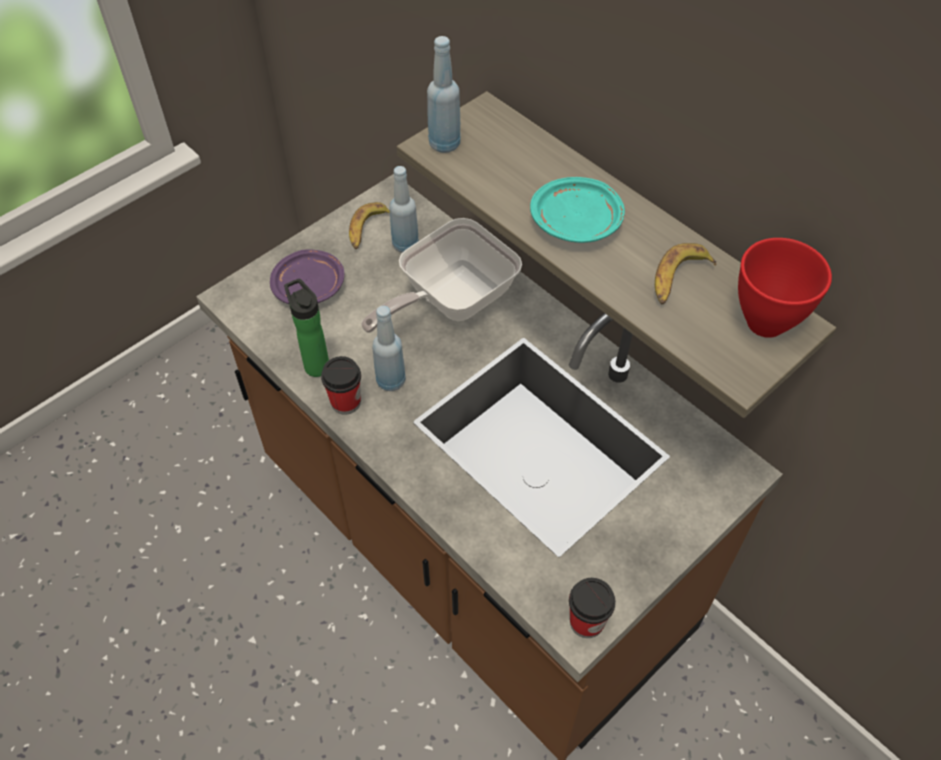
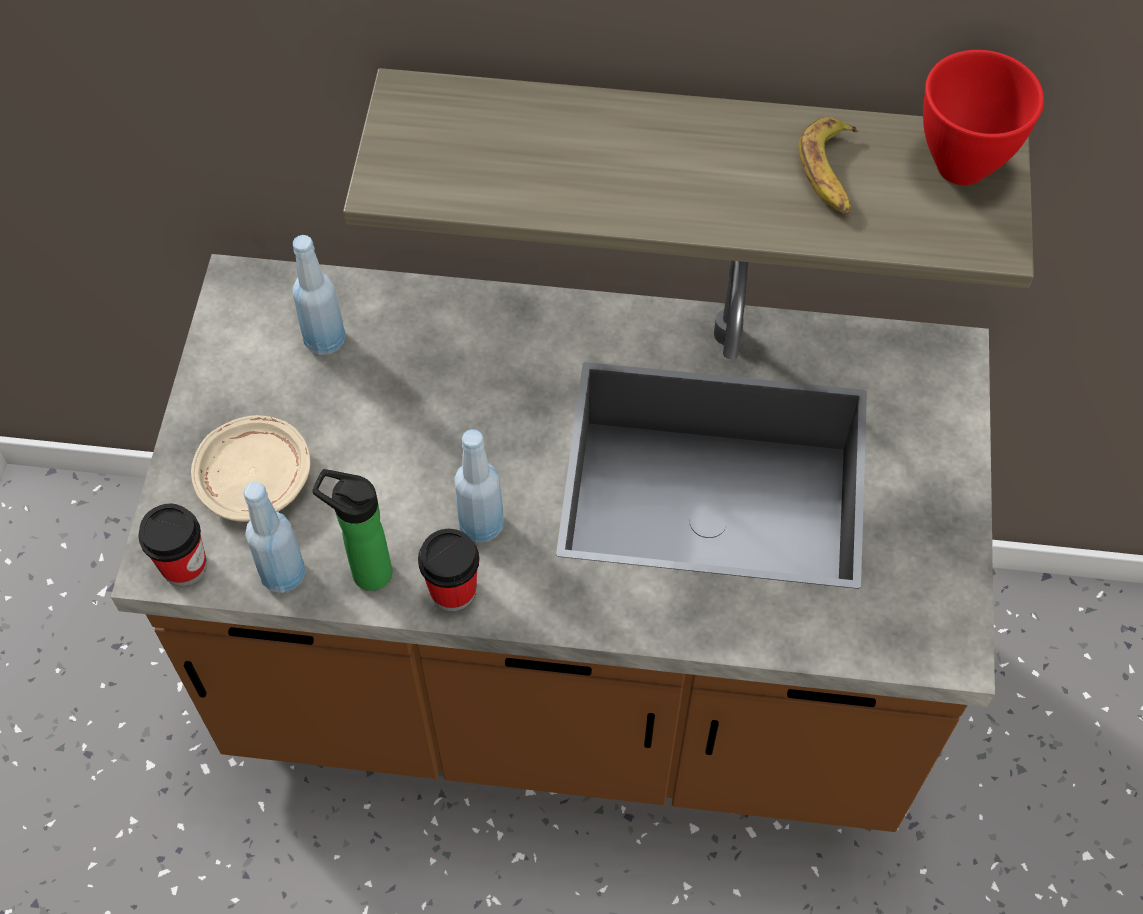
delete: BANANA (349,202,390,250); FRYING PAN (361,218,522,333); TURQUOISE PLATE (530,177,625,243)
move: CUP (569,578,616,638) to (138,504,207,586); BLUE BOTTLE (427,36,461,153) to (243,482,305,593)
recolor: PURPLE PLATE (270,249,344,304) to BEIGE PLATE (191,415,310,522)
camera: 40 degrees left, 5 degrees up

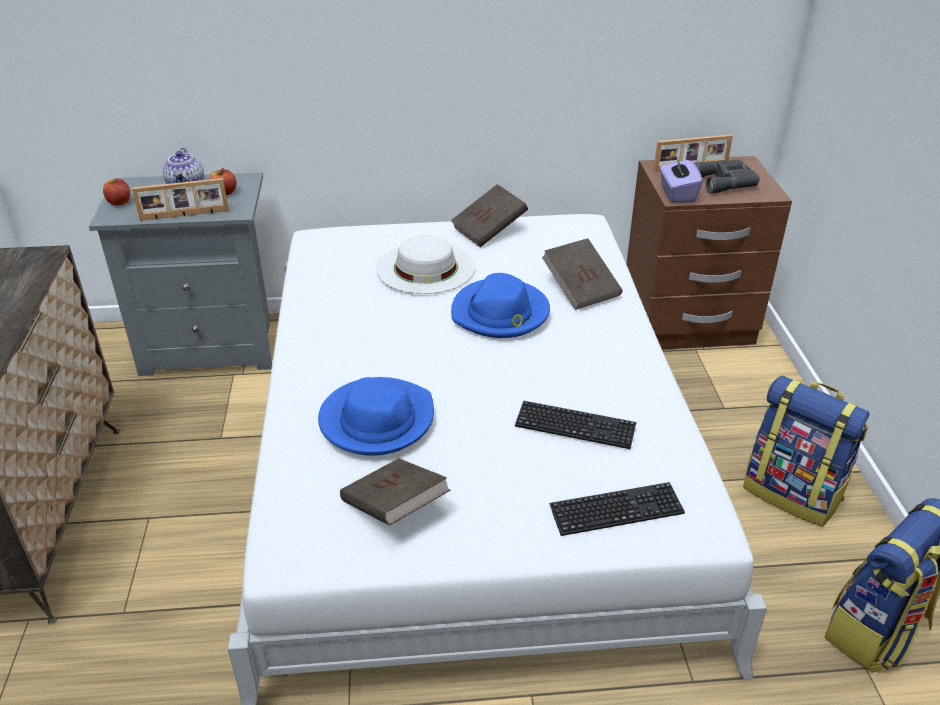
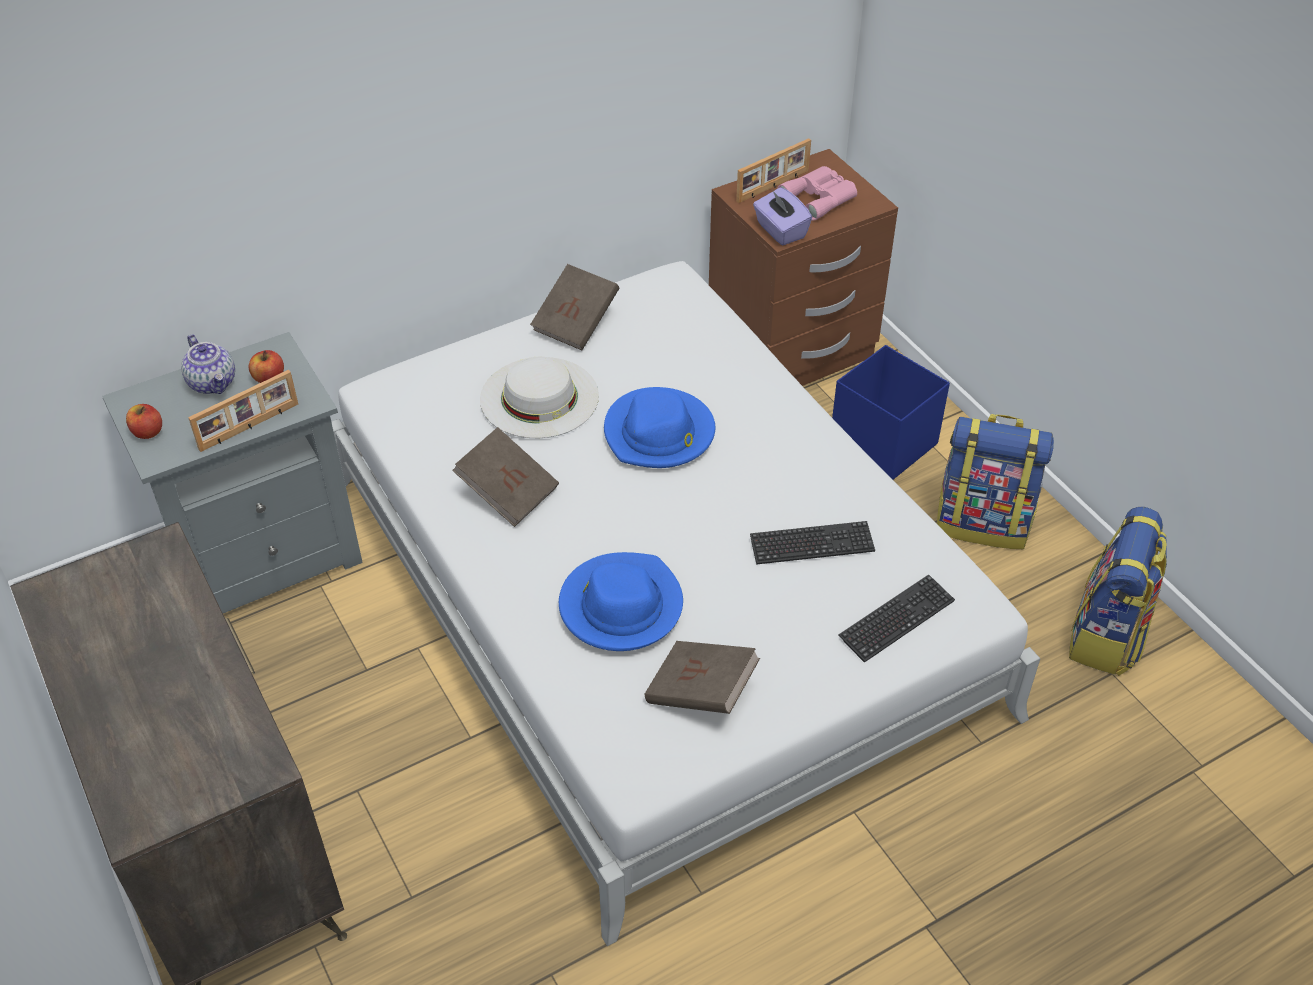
insert: BLUE STORAGE BOX (832,345,950,480)
move: BROWN BOOK (542,238,623,310) to (452,427,559,527)
recolor: GREY BINOCULARS (694,160,760,194) to PINK BINOCULARS (777,166,857,221)
camera: 25 degrees left, 10 degrees up

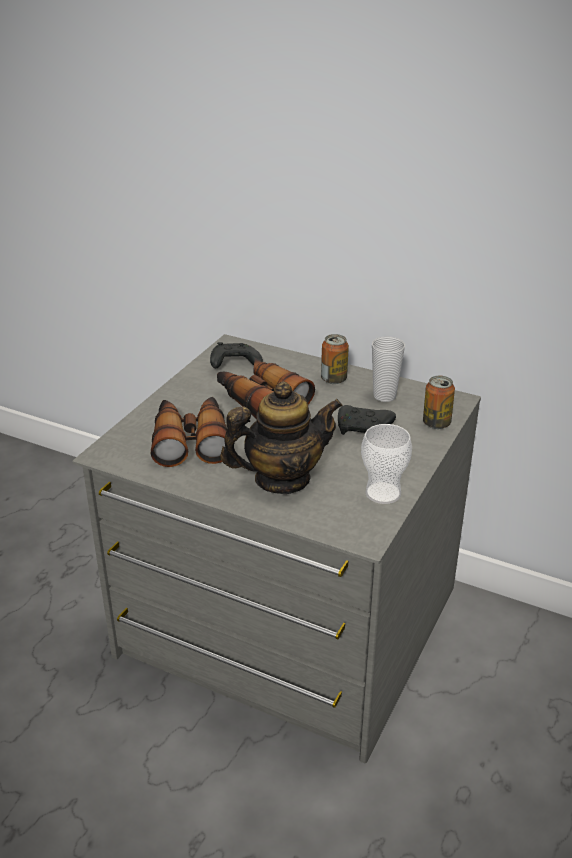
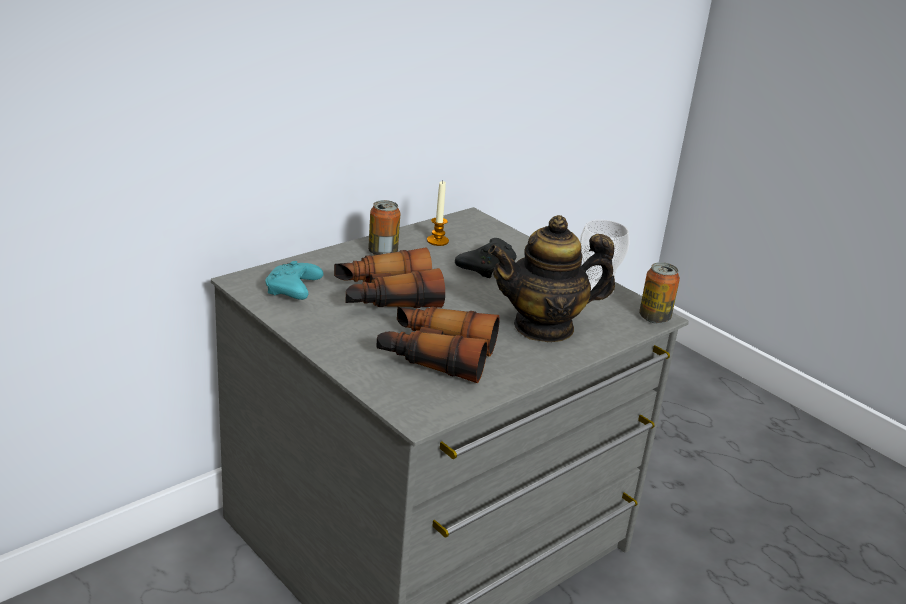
move: CAN (423,375,455,429) to (639,262,680,324)
replace: CUP (372,336,405,402) to CANDLE (427,181,449,246)
recolor: BLACK GAME CONTROLLER (210,342,263,368) to TURQUOISE GAME CONTROLLER (265,261,323,300)
rotate: TEAPOT (220,381,343,494) = (488,215,615,342) 105 degrees counterclockwise
camera: 70 degrees left, 5 degrees down

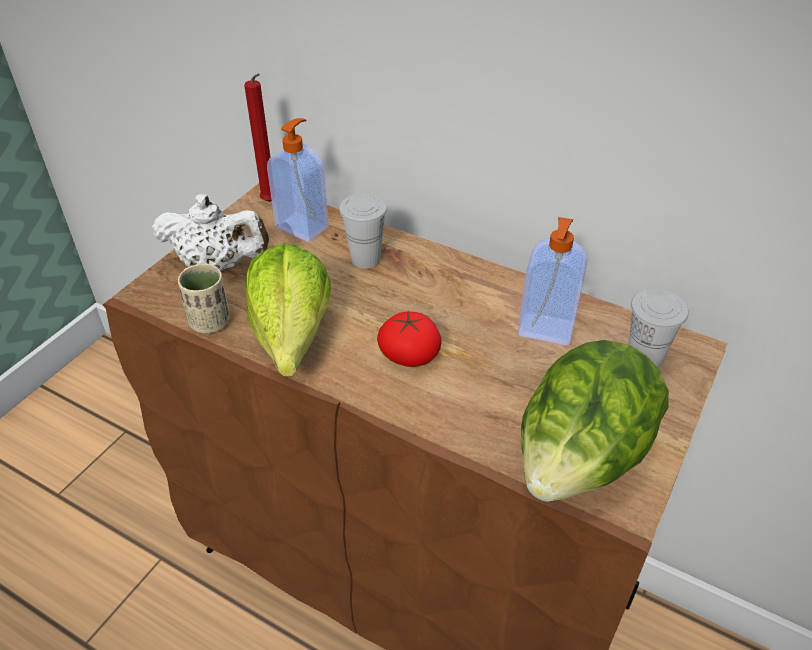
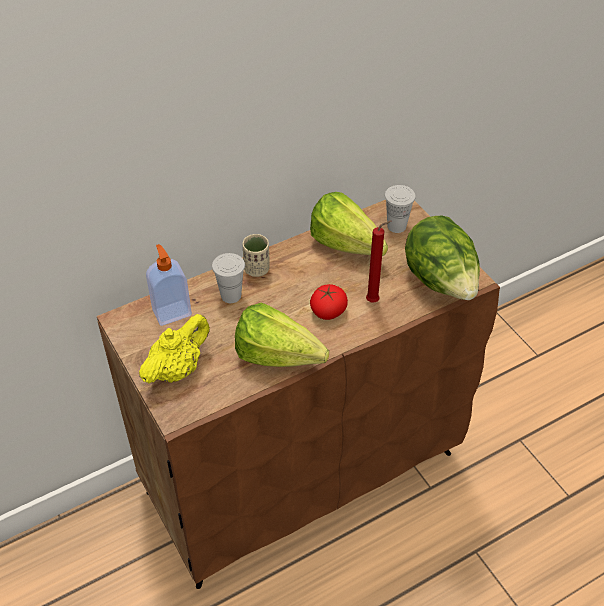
move: BEIGE CUP (178,263,230,333) to (242,234,269,277); RED CANDLE (244,73,271,202) to (366,221,391,303)
replace: SOAP DISPENSER (518,217,588,345) to LETTUCE (310,192,388,256)
recolor: WHITE TEAPOT (152,194,269,272) to YELLOW TEAPOT (139,314,210,383)
camera: 60 degrees left, 5 degrees up

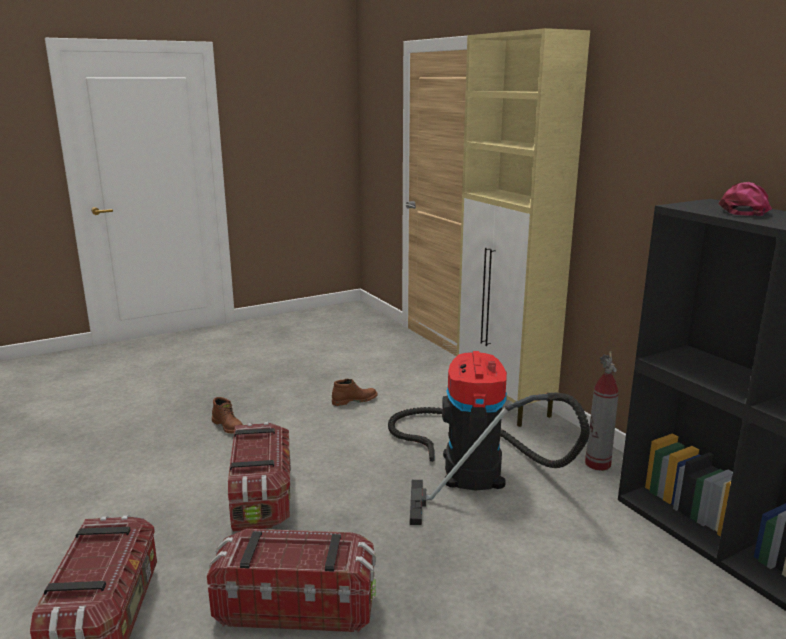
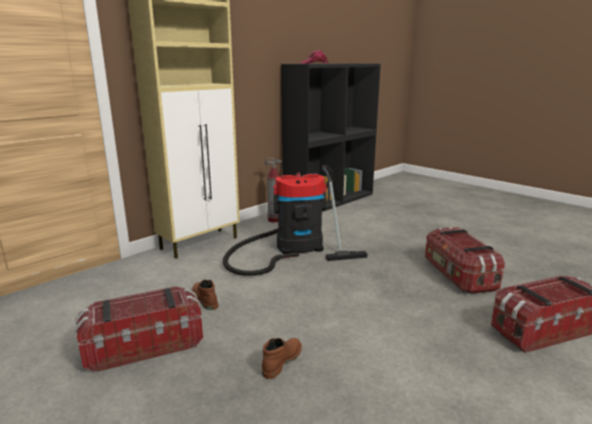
move: STORAGE BOX (228,422,291,532) to (75,286,203,373)
camera: 105 degrees left, 0 degrees up

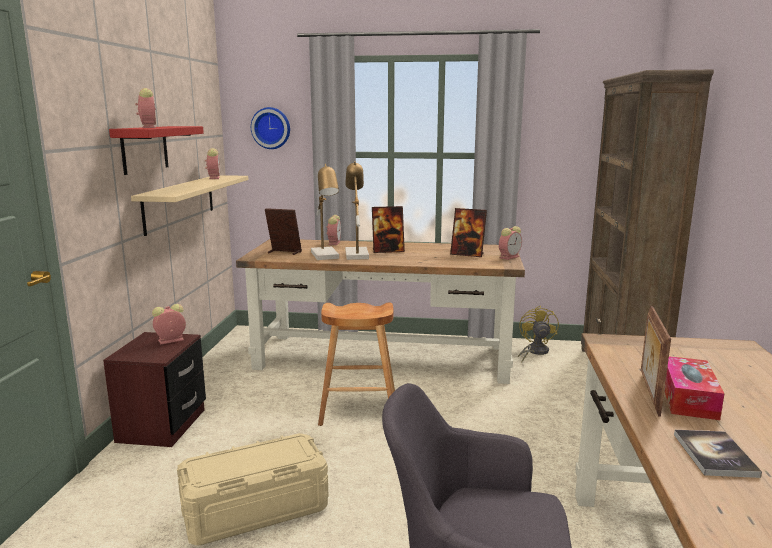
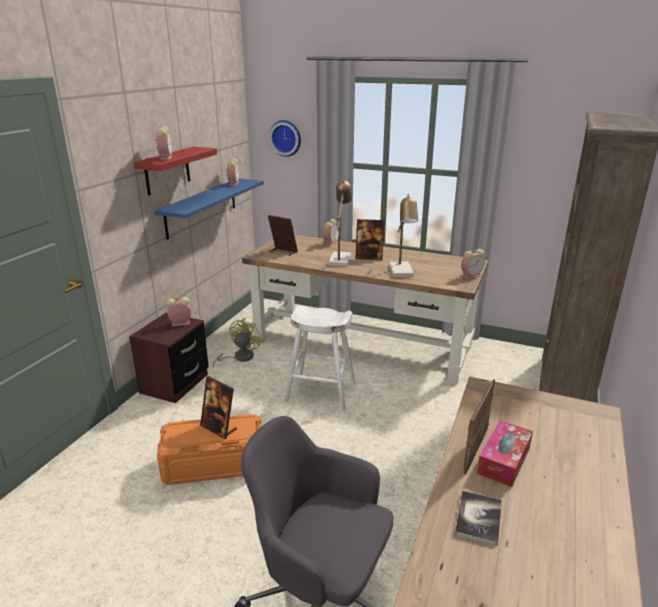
move: PICTURE FRAME (450,208,487,257) to (200,376,237,439); YELLOW FAN (518,306,559,362) to (212,318,262,367); TABLE LAMP (311,164,339,260) to (389,194,418,277)
recolor: BEIGE SHELF (131,175,249,236) to BLUE SHELF (154,178,264,240); BEIGE STORAGE BOX (177,433,329,546) to ORANGE STORAGE BOX (157,414,262,485); BROWN STOOL (318,302,395,426) to WHITE STOOL (285,305,355,411)
camera: 15 degrees right, 10 degrees up

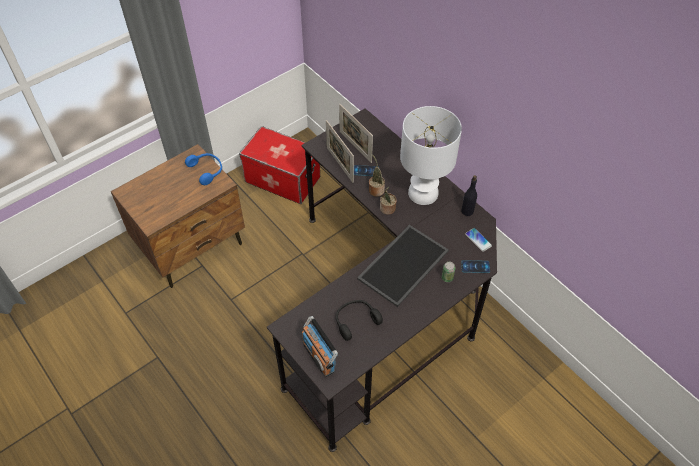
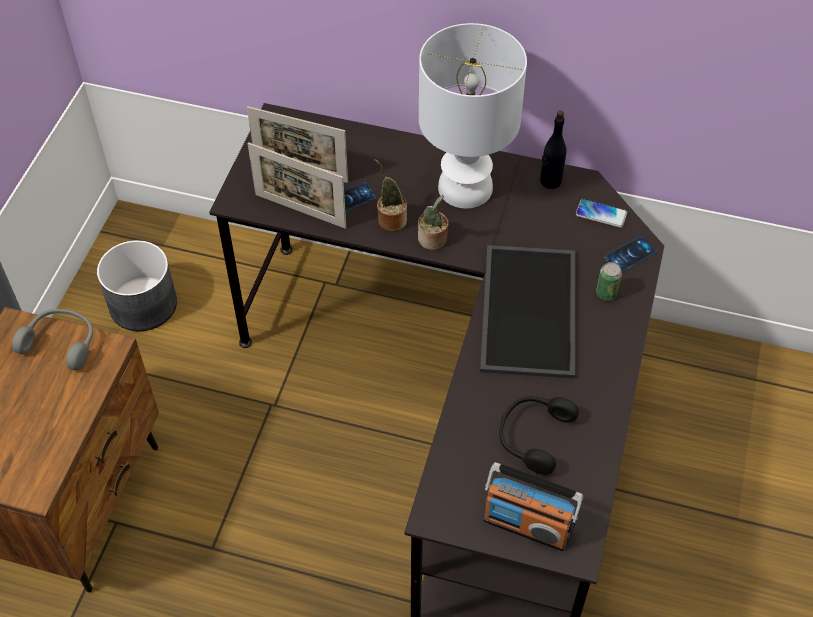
replace: STORAGE BOX (239,126,320,204) to GREY PLANTER (97,240,177,331)
recolor: BLUE HEADPHONES (185,153,222,185) to GREY HEADPHONES (12,309,93,371)
camera: 35 degrees left, 0 degrees up

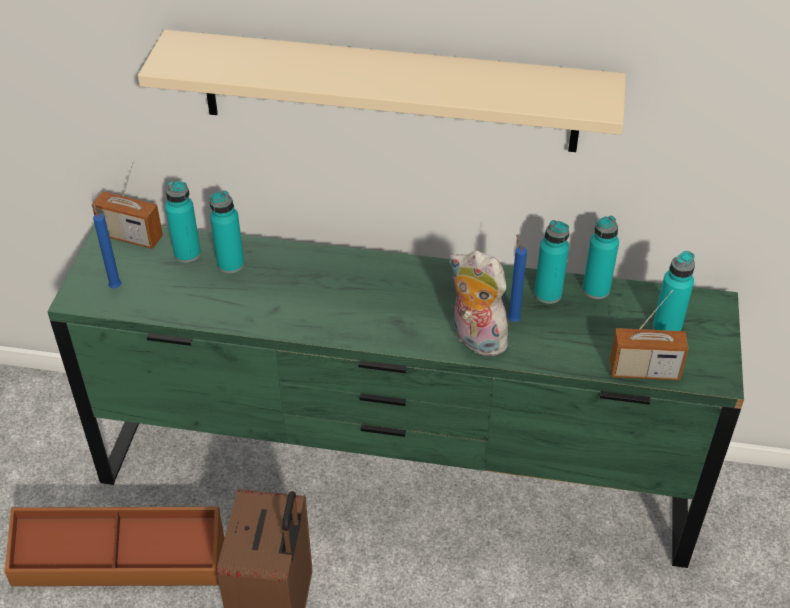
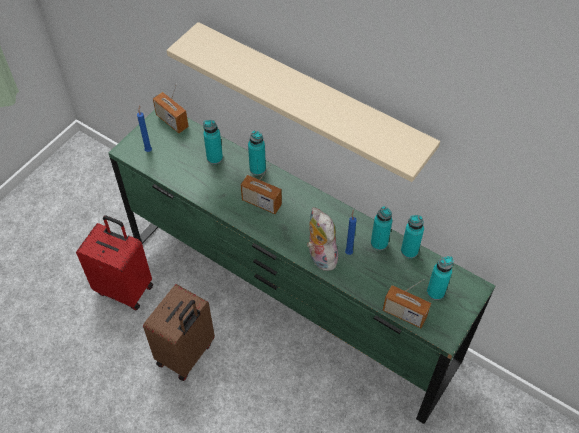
insert: RADIO (241,164,282,214)
move: TURQUOISE BOTTLE (165,181,201,263) to (248,131,266,175)
replace: BROWN STORAGE BOX (5,507,224,586) to RED SUITCASE (76,215,153,311)
camera: 25 degrees right, 10 degrees up

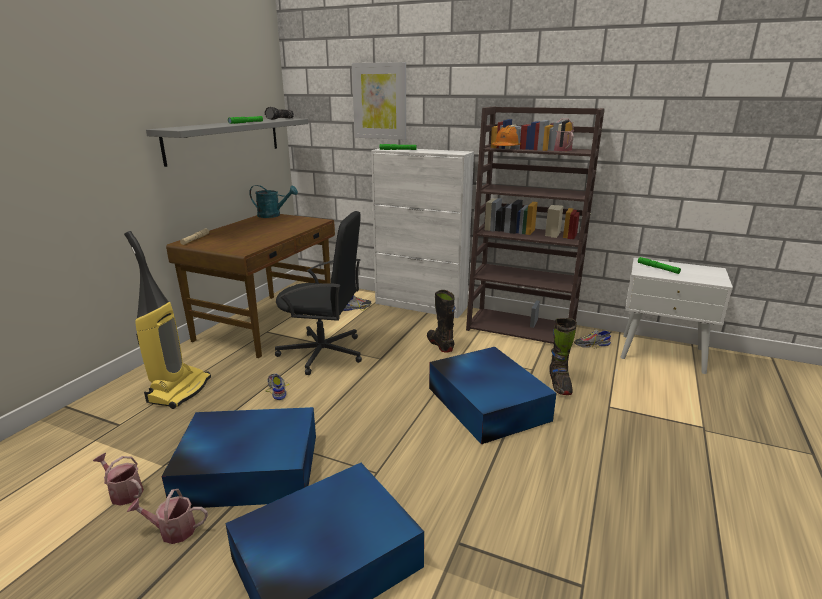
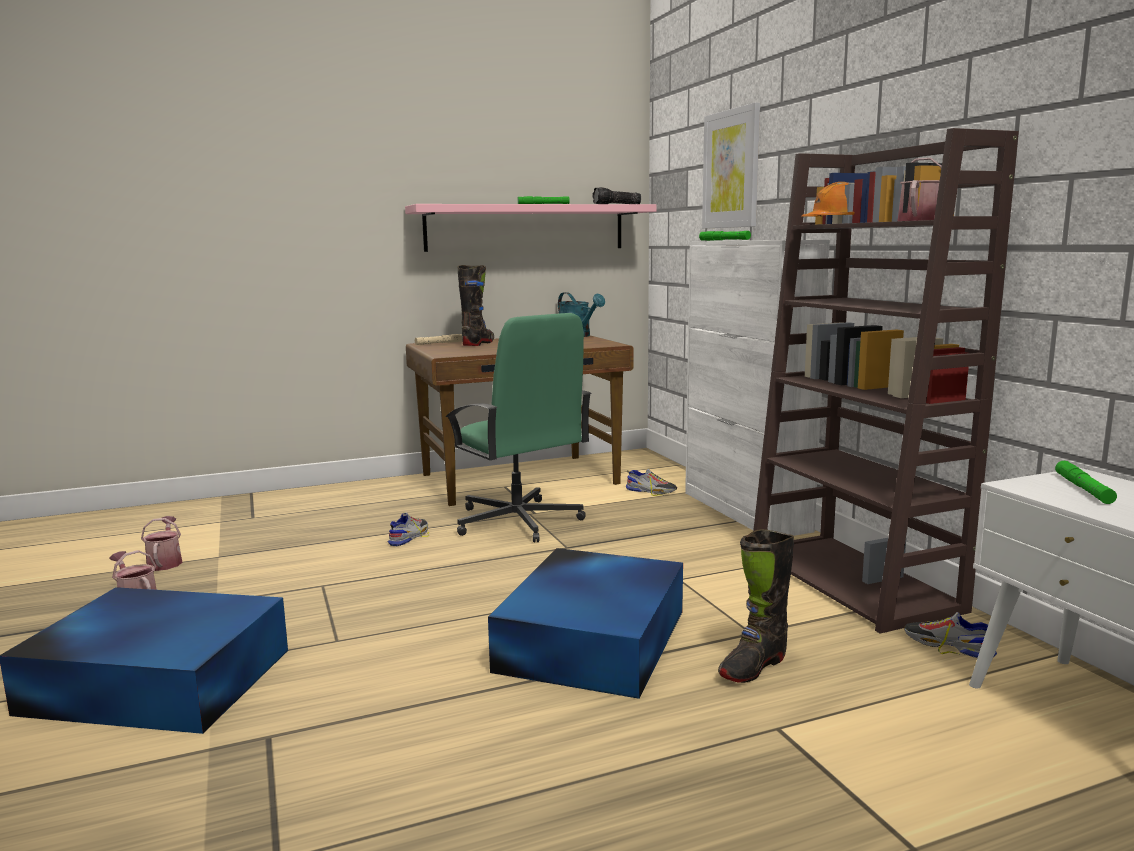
delete: VACUUM CLEANER (124,231,211,409); BLUE STORAGE BOX (162,407,316,508)
move: BLACK BOOT (427,290,455,353) to (458,265,494,346)
recolor: GREY SHELF (146,118,309,167) to PINK SHELF (405,204,657,252); BLACK OFFICE CHAIR (275,211,362,375) to GREEN OFFICE CHAIR (445,313,592,542)
camera: 45 degrees right, 10 degrees down

